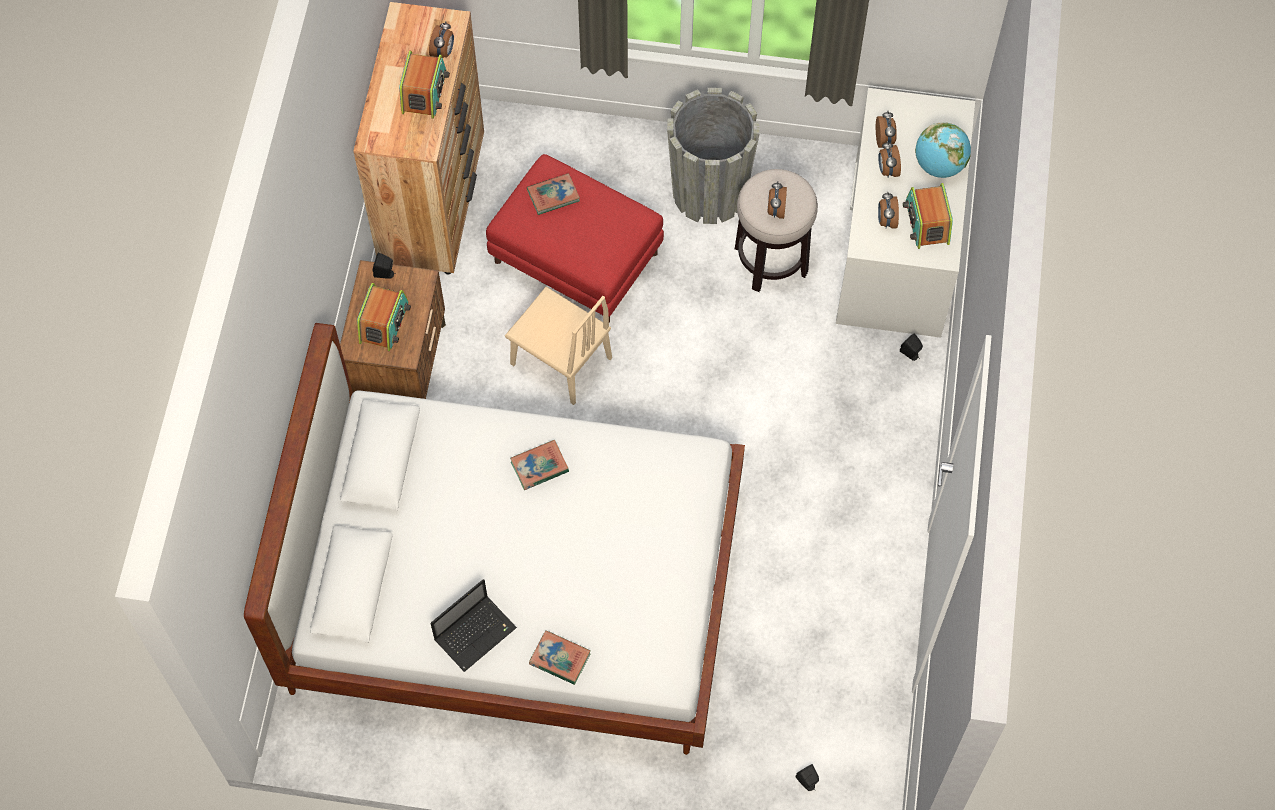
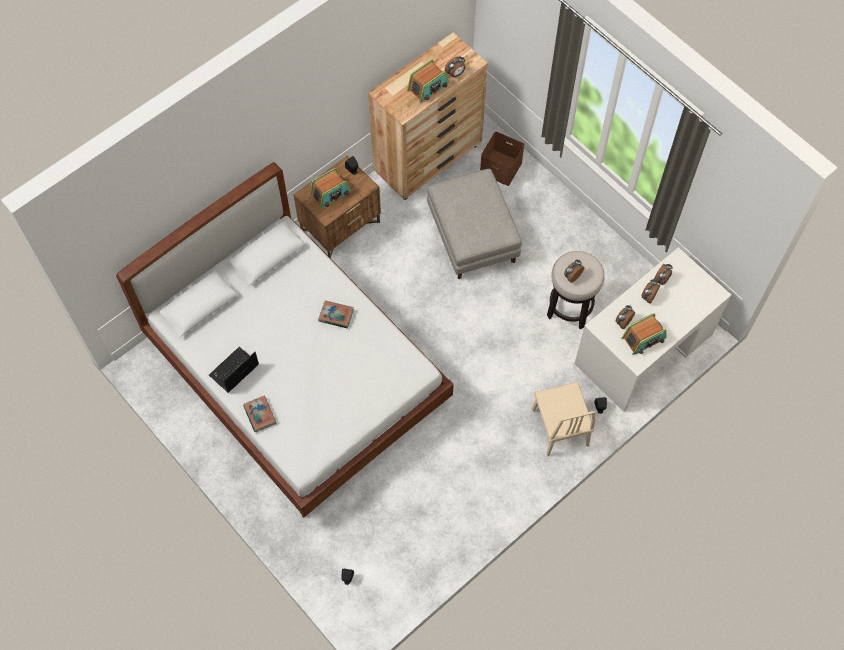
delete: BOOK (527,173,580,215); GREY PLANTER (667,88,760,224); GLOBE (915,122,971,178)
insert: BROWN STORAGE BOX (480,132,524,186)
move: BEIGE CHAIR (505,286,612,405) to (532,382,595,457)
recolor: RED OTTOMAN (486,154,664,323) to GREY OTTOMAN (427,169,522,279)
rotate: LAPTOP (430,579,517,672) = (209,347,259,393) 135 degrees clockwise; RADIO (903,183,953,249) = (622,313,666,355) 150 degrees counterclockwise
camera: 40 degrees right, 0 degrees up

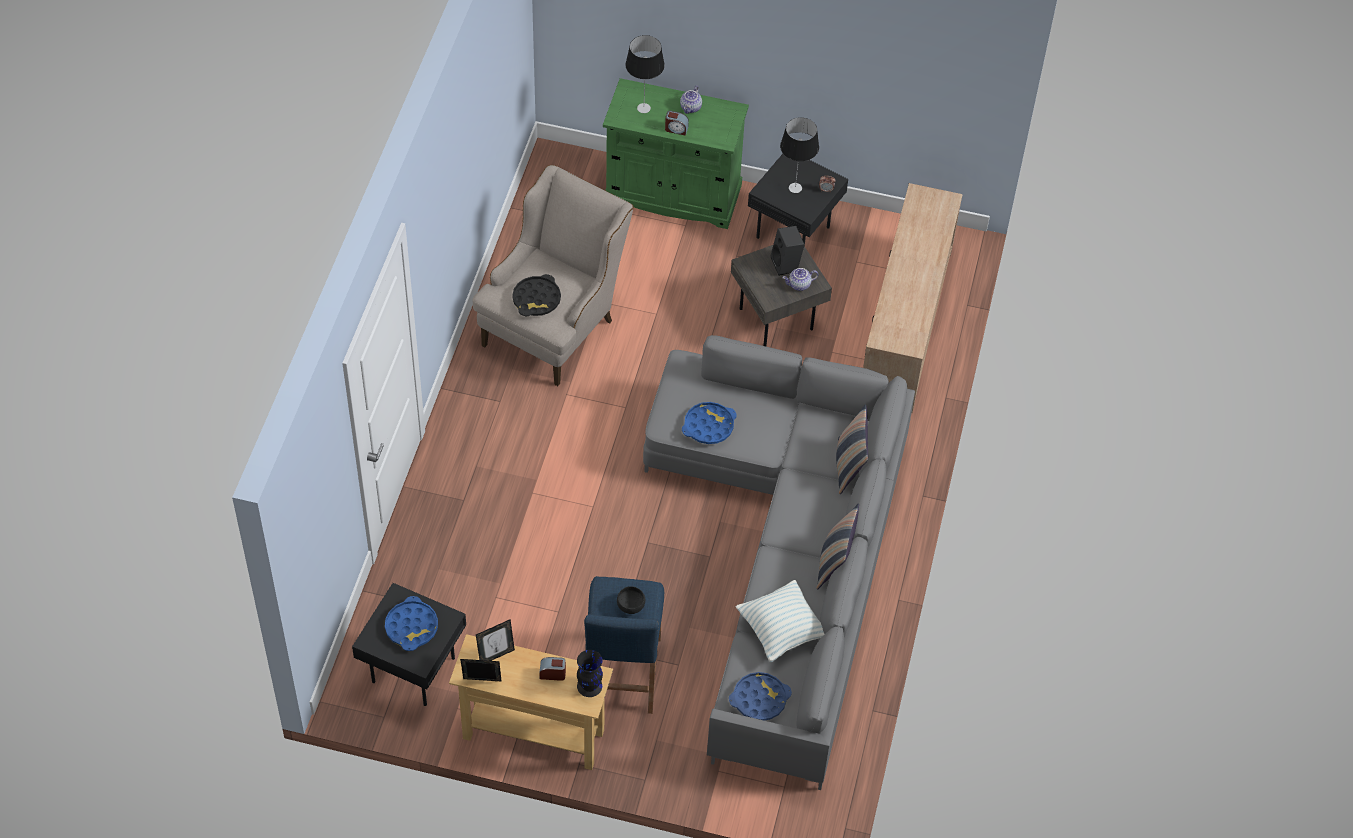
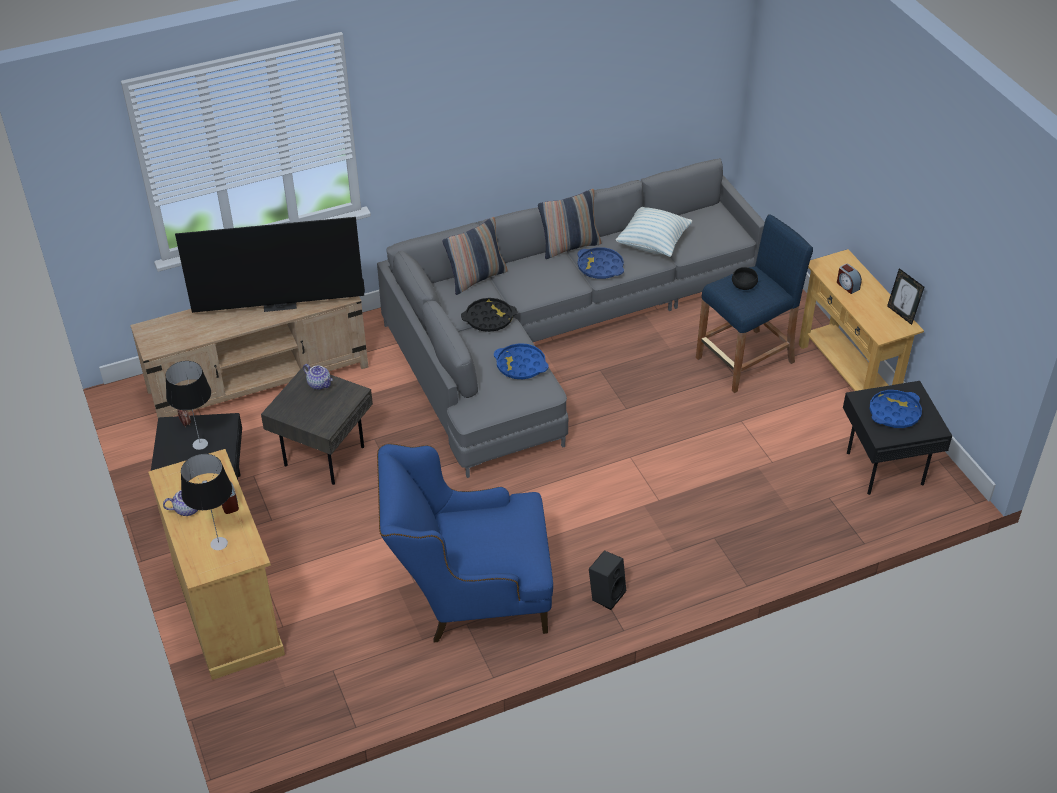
delete: PICTURE FRAME (476,619,515,661); BLACK VASE (577,650,603,697)
insert: TELEVISION (175,217,365,313)
move: BLACK TRAY (512,274,561,316) to (461,298,517,332); BLUE TRAY (729,672,792,721) to (577,247,624,279); BLACK SPEAKER (770,226,805,276) to (589,550,626,610)
recolor: GREEN CABINET (603,78,749,229) to BEIGE CABINET (148,449,285,680); BEIGE ARMCHAIR (473,165,634,386) to BLUE ARMCHAIR (377,444,553,642)
camera: 125 degrees left, 10 degrees down

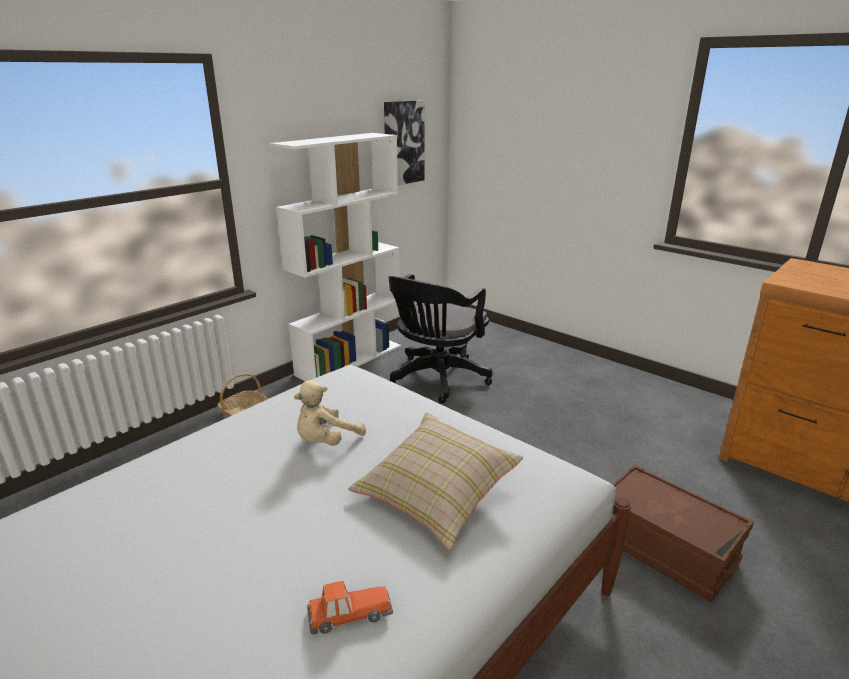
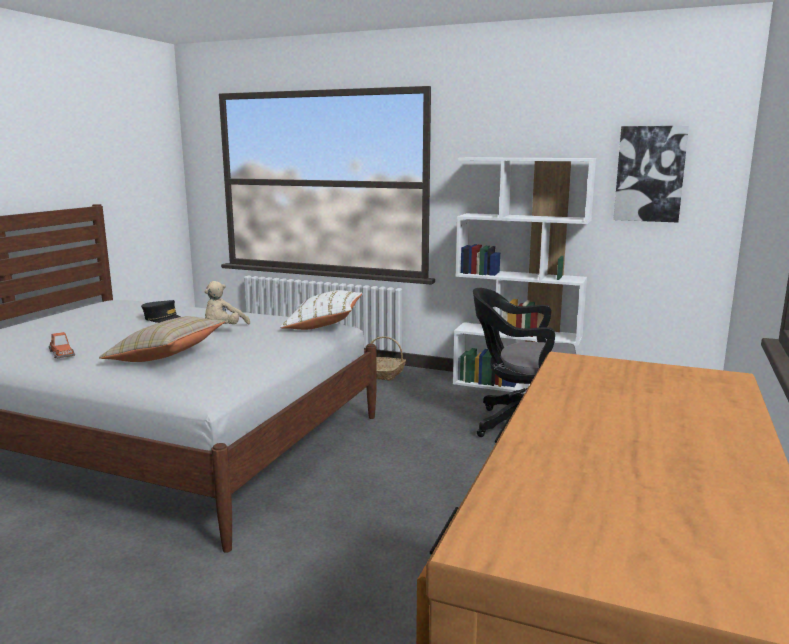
delete: BROWN STORAGE BOX (612,464,754,602)
insert: BLACK CAP (141,300,181,323); WHITE PILLOW (280,290,362,330)
rotate: BEIGE PLUSH TOY (294,380,366,446) = (205,281,250,324) 90 degrees counterclockwise
camera: 70 degrees right, 10 degrees down

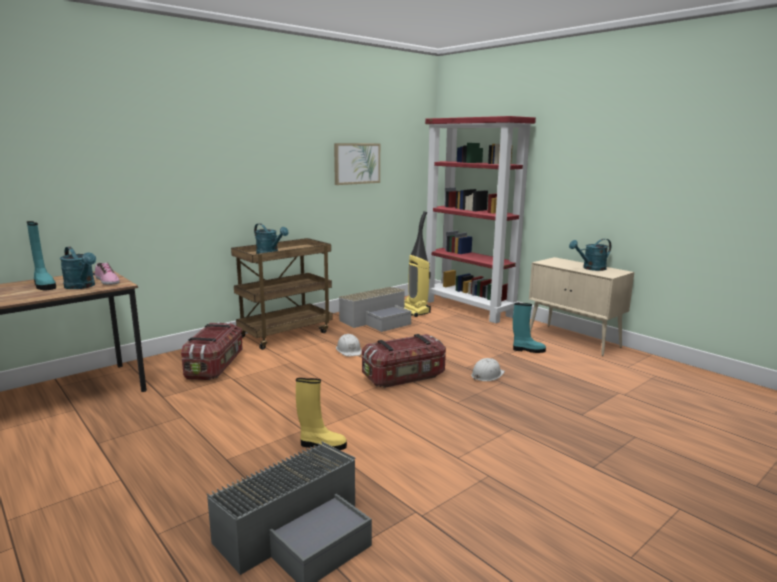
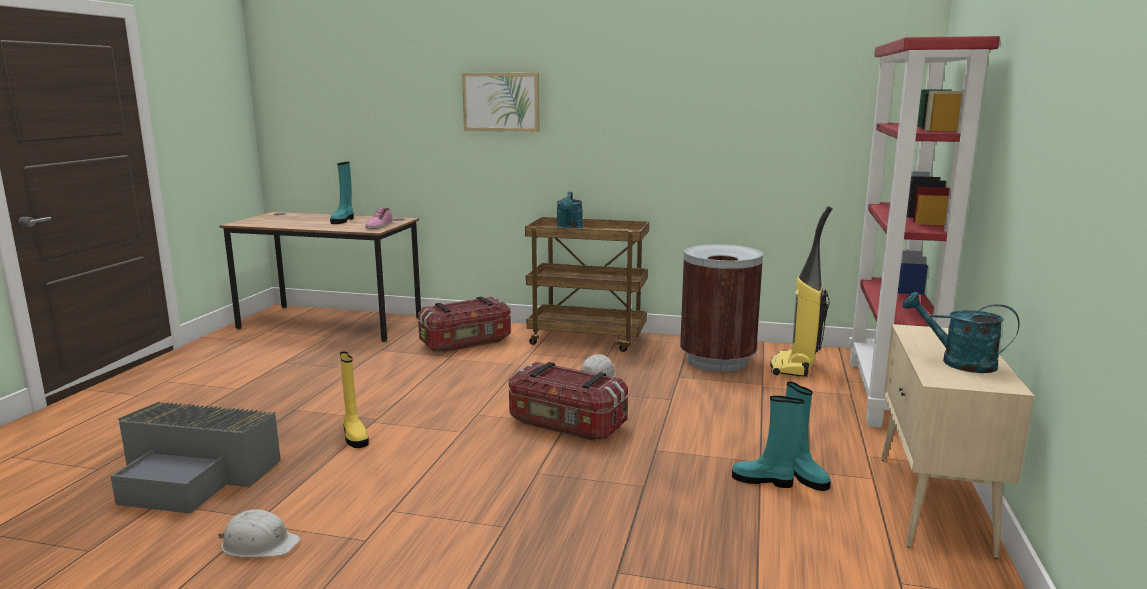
delete: TURQUOISE WATERING CAN (60,247,96,289)
insert: TURQUOISE BOOT (732,396,804,488)
move: WHITE HARD HAT (471,358,505,381) to (218,509,301,558); PICTURE (334,143,380,185) to (462,73,540,132)
replace: GREY STORAGE BOX (339,287,411,332) to BROWN TRASH CAN (680,244,763,372)
camera: 55 degrees right, 0 degrees up

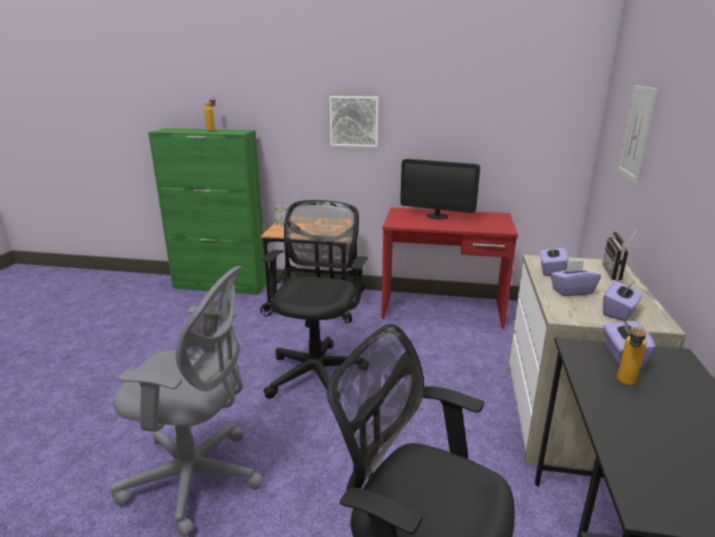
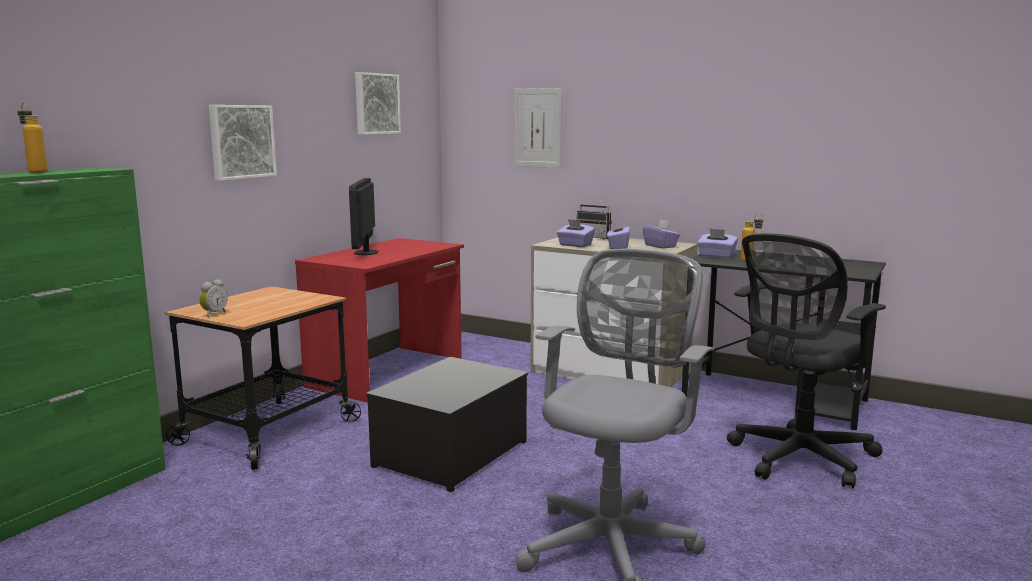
insert: PICTURE (355,72,401,135)
replace: BLACK OFFICE CHAIR (262,200,368,399) to STORAGE BOX (366,357,528,492)
rotate: MONITOR (400,159,480,220) = (349,178,379,255) 135 degrees clockwise
camera: 70 degrees left, 10 degrees down

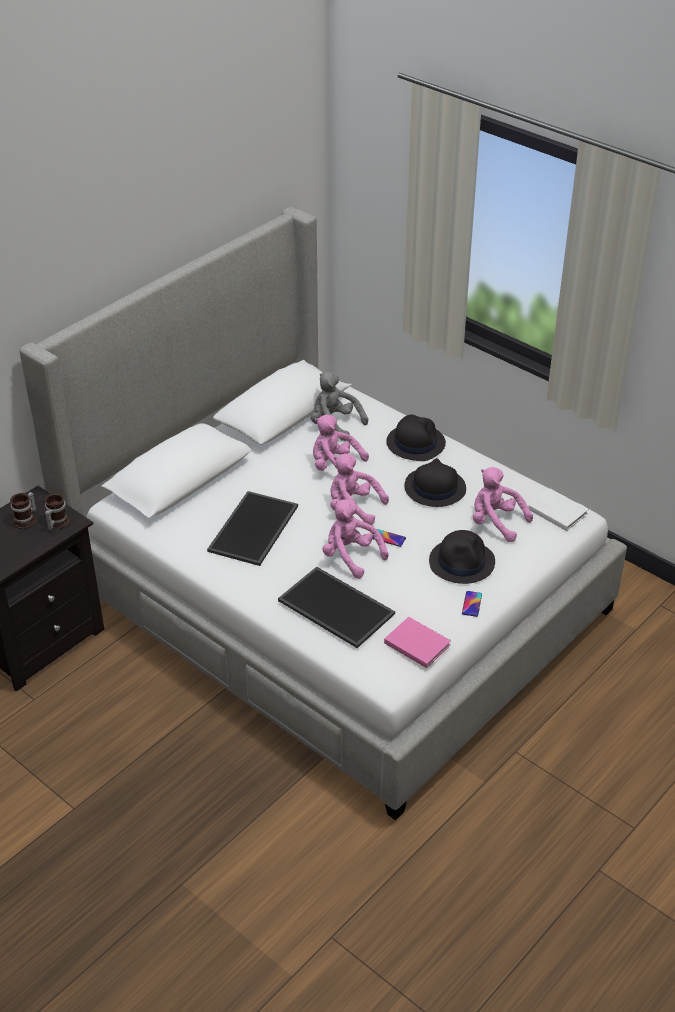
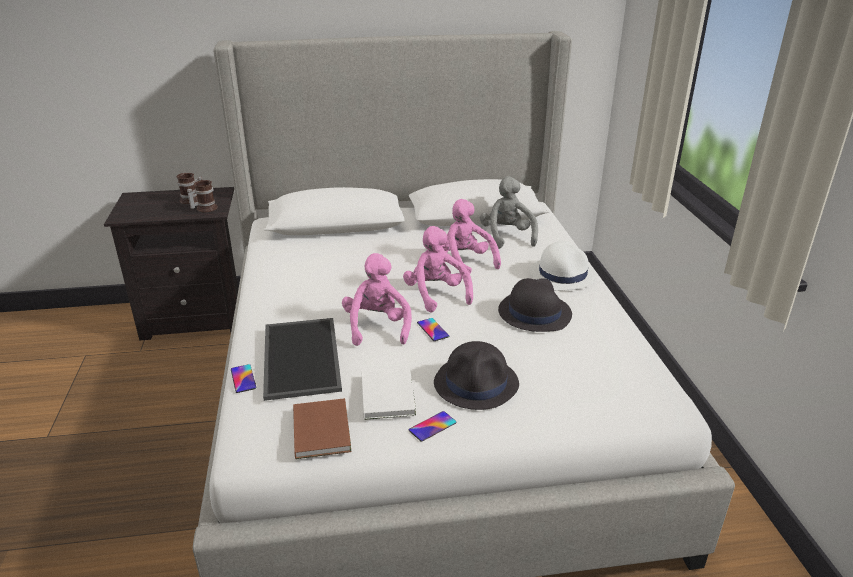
delete: TRAY (207,491,298,566); PINK PLUSH TOY (473,467,533,542)
insert: PHONE (231,364,256,393)
move: WHITE BOOK (528,488,589,531) to (362,367,416,420)
recolor: PINK BOOK (384,617,451,668) to BROWN BOOK (293,398,351,459); BLACK HAT (386,415,446,461) to WHITE HAT (530,241,597,291)
camera: 40 degrees right, 10 degrees down

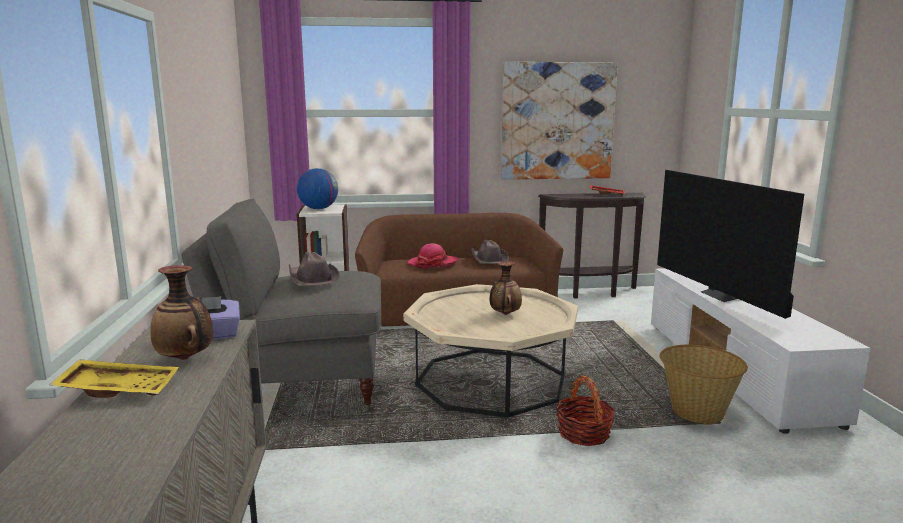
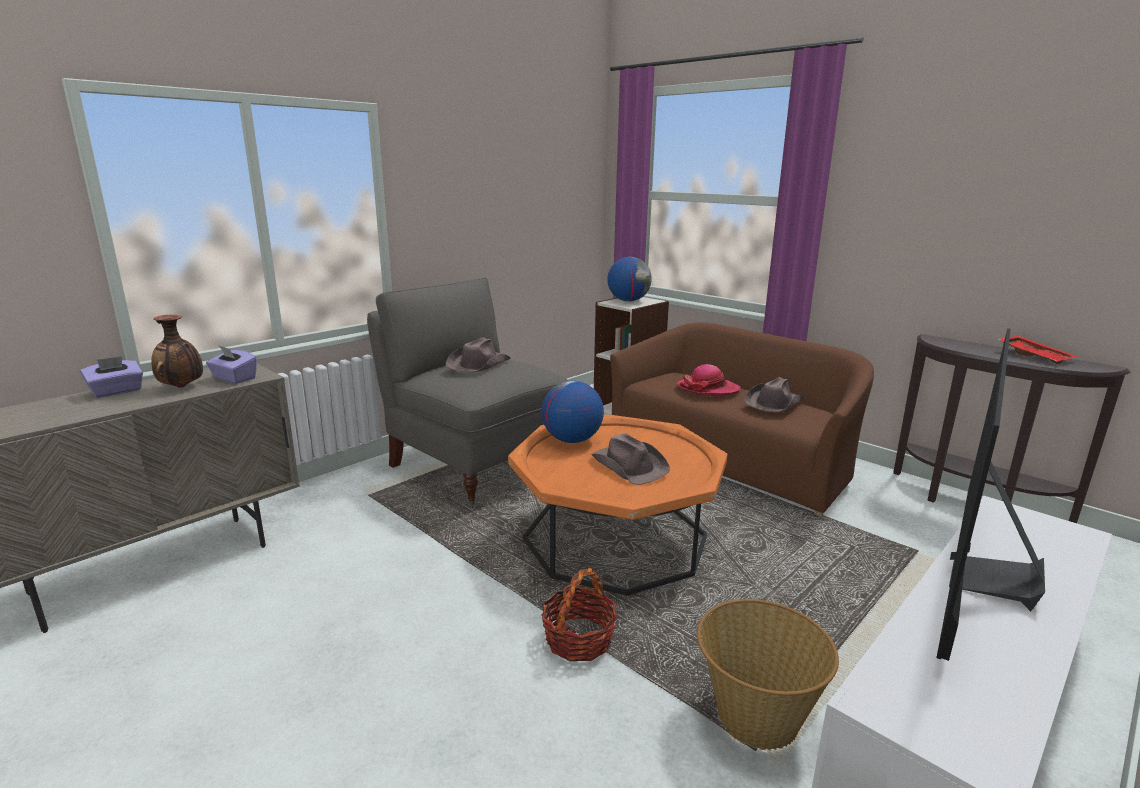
delete: PICTURE (501,62,618,180)
insert: GLOBE (541,381,604,443)
replace: YELLOW TRAY (50,359,179,398) to PURPLE TISSUE BOX (80,356,143,398); VASE (490,261,522,315) to BROWN HAT (591,433,670,485)
recolor: BEIGE COFFEE TABLE (403,284,578,418) to ORANGE COFFEE TABLE (508,414,727,596)
camera: 50 degrees right, 5 degrees up

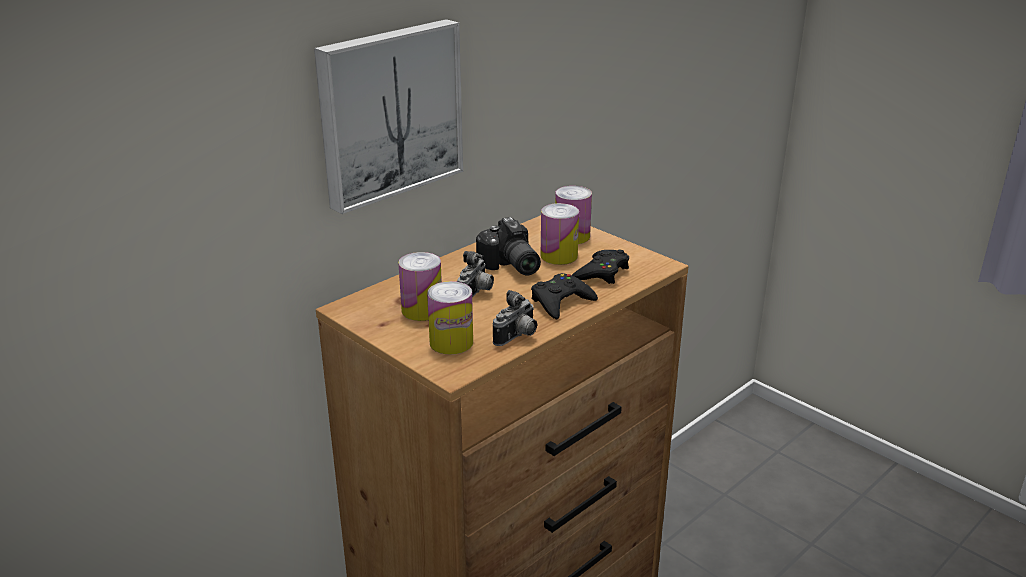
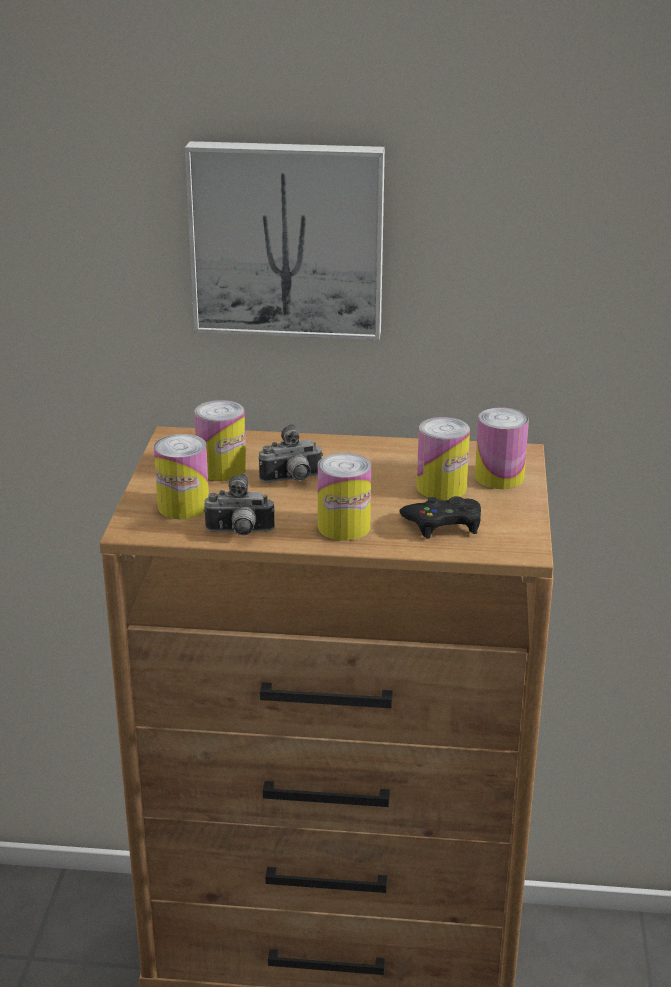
delete: PHOTO CAMERA (476,217,541,276)
replace: BLACK GAME CONTROLLER (531,273,598,319) to CAN (318,453,371,541)
camera: 50 degrees right, 0 degrees up

